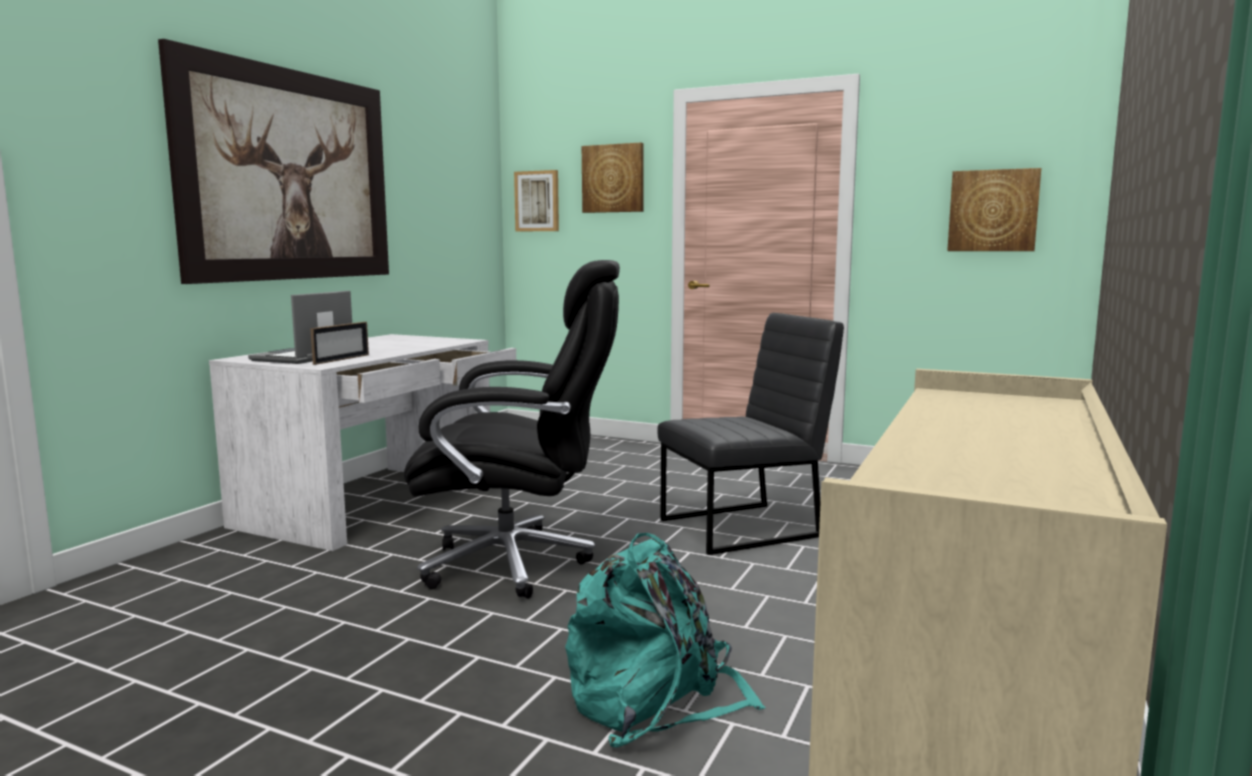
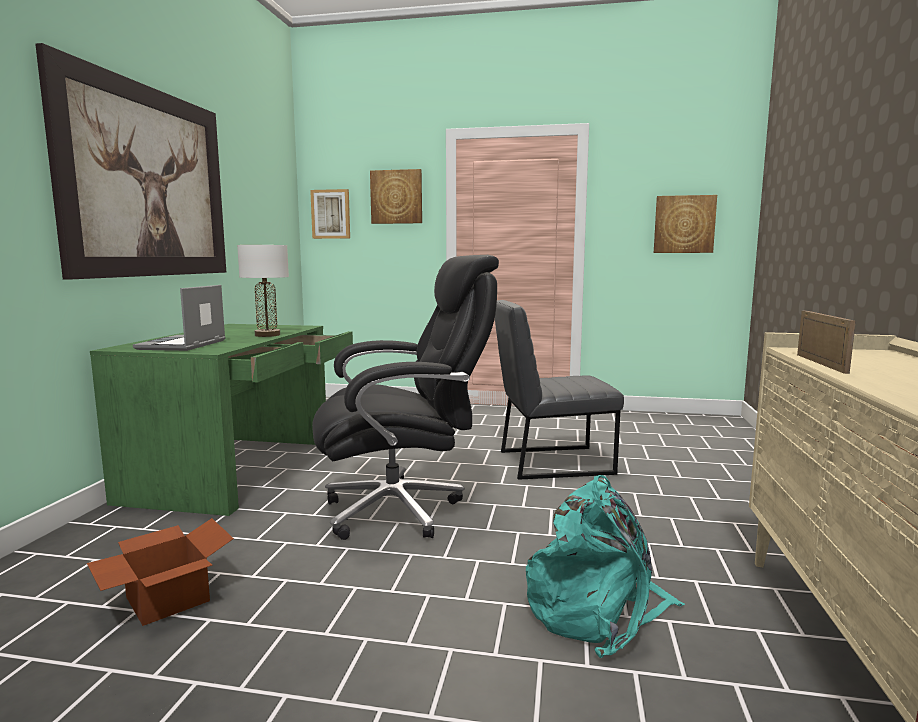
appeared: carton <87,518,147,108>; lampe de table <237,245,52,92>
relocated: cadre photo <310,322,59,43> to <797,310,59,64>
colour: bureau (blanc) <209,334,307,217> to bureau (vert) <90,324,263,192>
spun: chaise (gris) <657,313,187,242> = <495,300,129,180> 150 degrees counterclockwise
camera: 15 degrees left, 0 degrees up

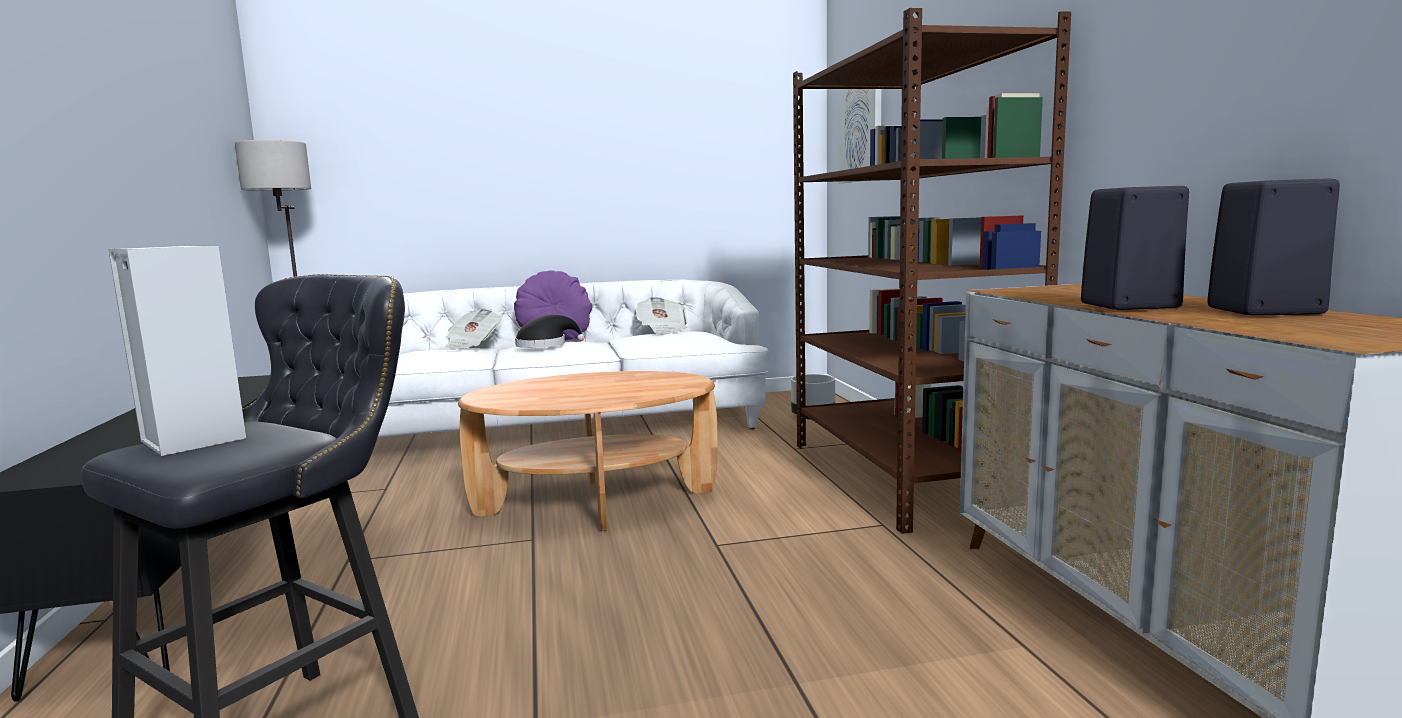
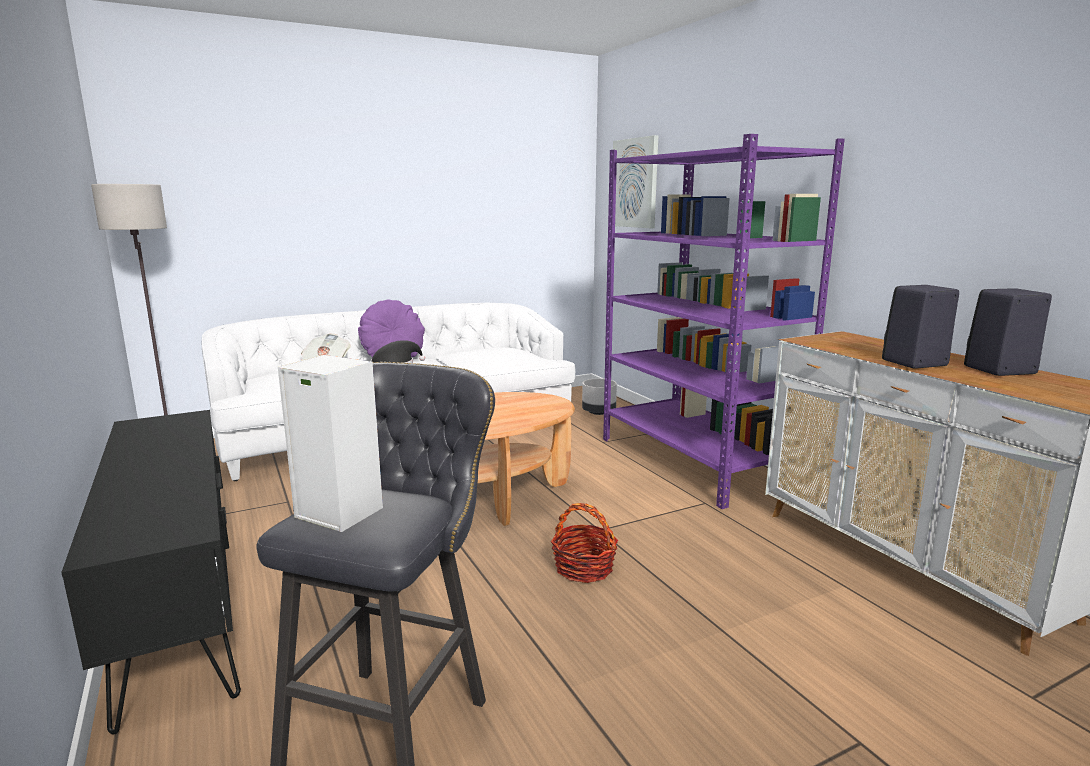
missing: journal <635,297,52,38>
appeared: panier <551,503,67,80>
colour: bibliothèque (marron) <793,8,278,526> to bibliothèque (violet) <603,134,242,375>
camera: 15 degrees left, 5 degrees up

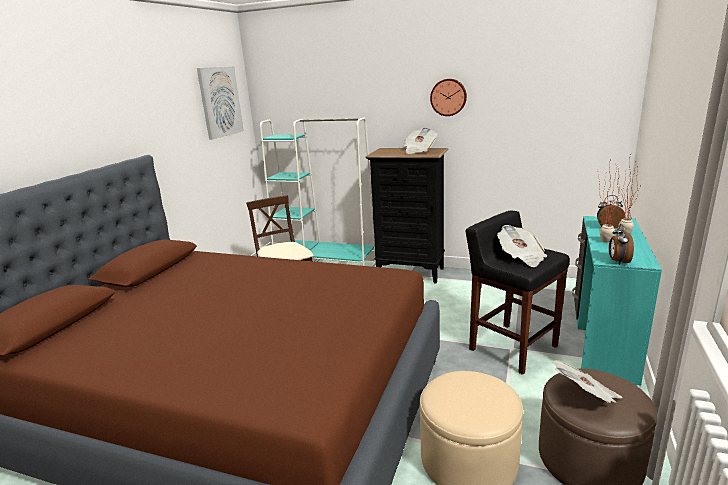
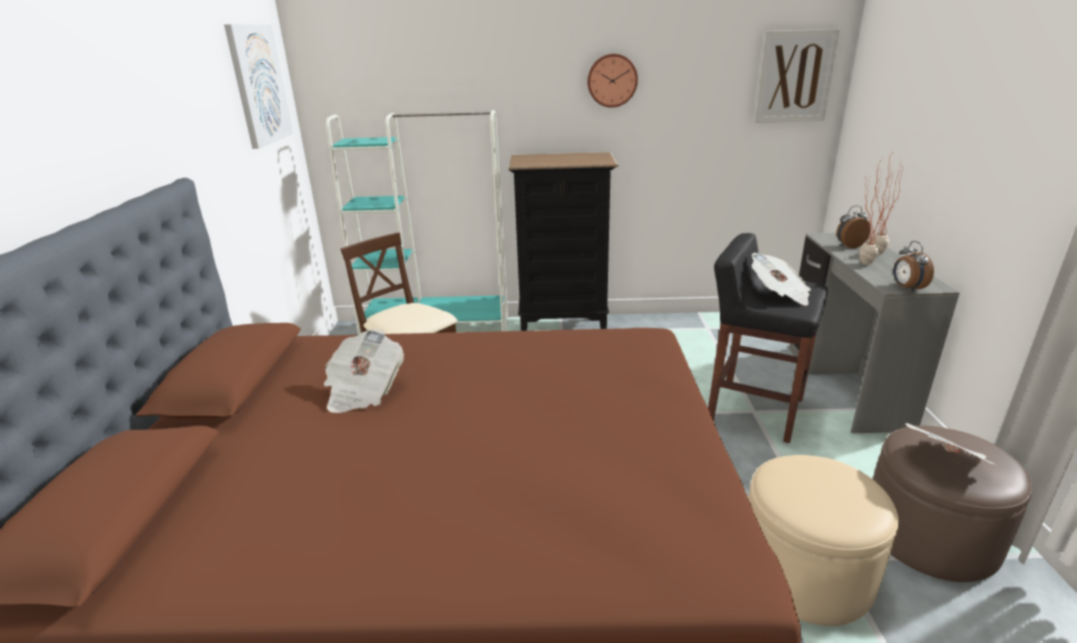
appeared: tableau <754,29,86,94>
relocated: journal <404,127,34,27> to <324,329,80,84>
colour: bureau (turquoise) <572,216,90,169> to bureau (gris) <789,233,170,201>
camera: 20 degrees left, 5 degrees up

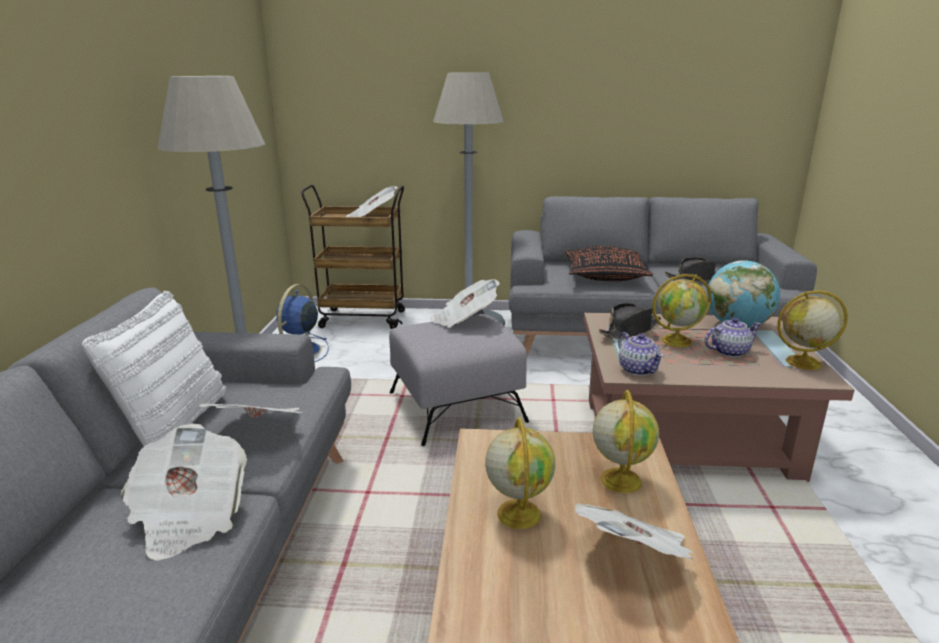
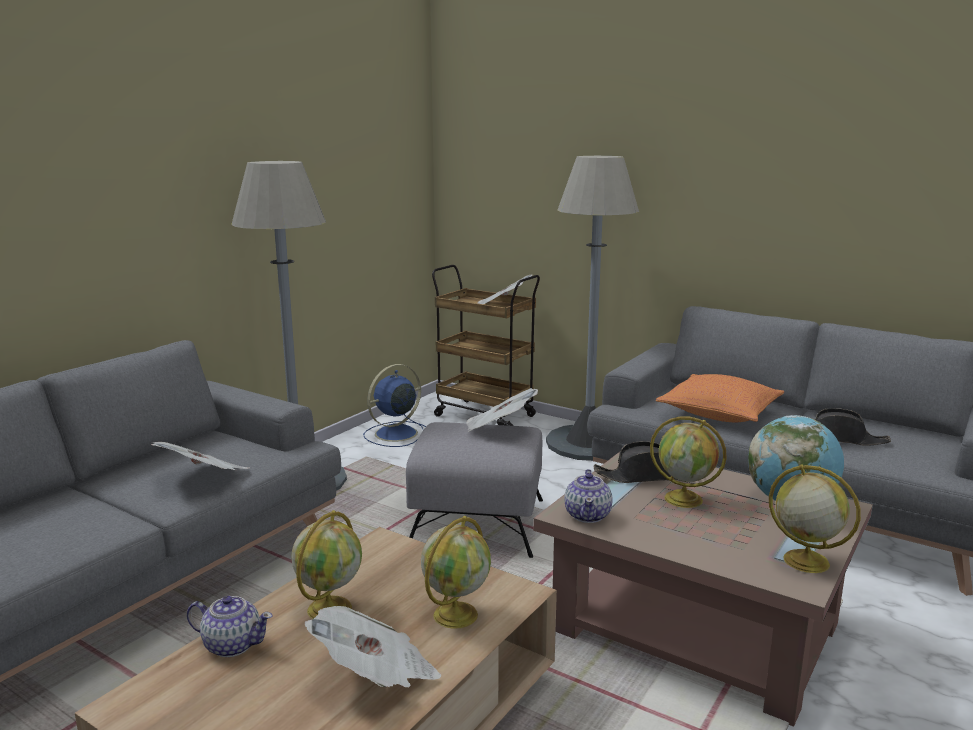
missing: coussin (blanc) <82,291,144,155>; journal <121,424,126,137>
relocated: théière <705,318,56,39> to <187,596,86,61>
colour: coussin (noir) <565,246,88,35> to coussin (orange) <656,374,129,48>
camera: 30 degrees right, 5 degrees down

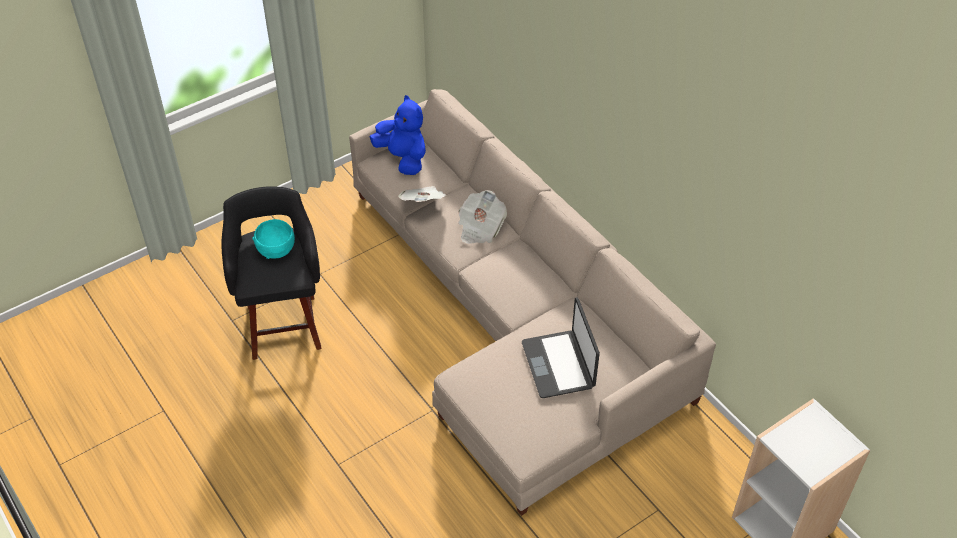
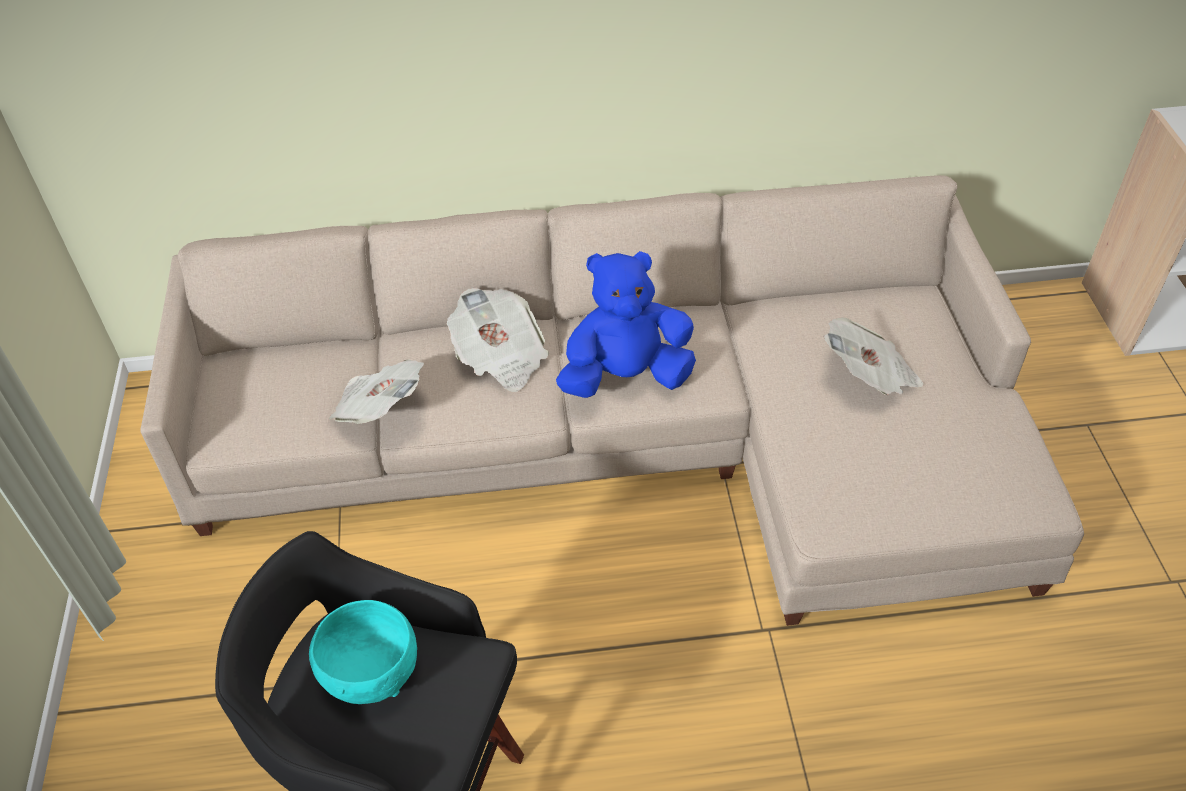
relocated: peluche (bleu) <370,95,56,80> to <556,251,140,147>
exchanged: ordinateur portable <522,297,78,101> to journal <823,317,101,78>
camera: 60 degrees left, 0 degrees up

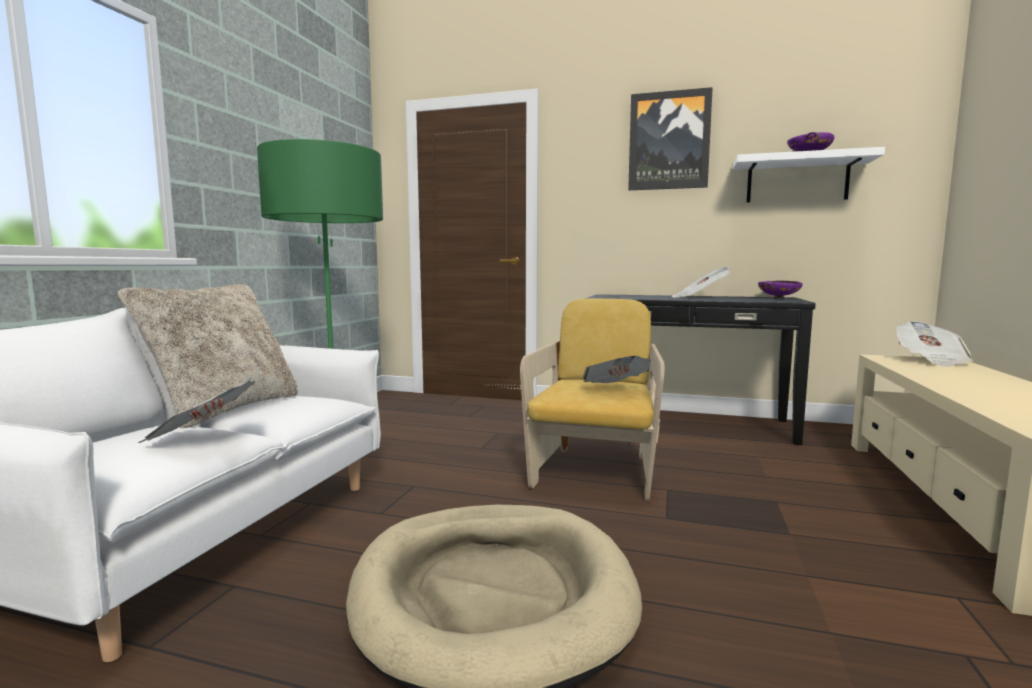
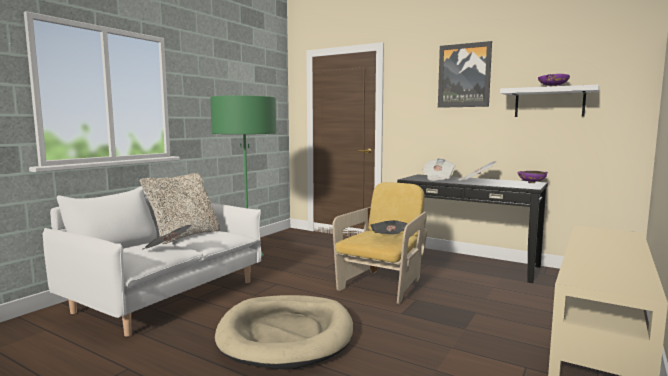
relocated: journal <896,321,77,46> to <422,158,34,23>
camera: 15 degrees right, 0 degrees up

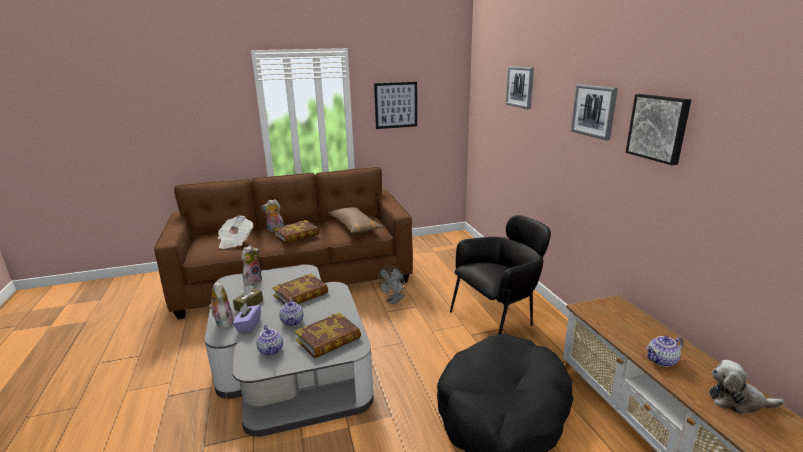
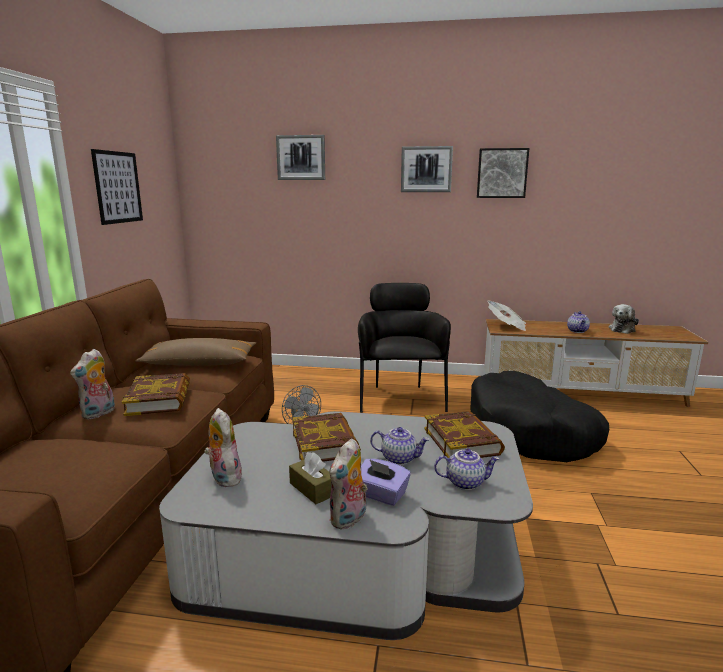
relocated: journal <218,216,36,33> to <488,300,38,31>
spun: peluche <209,281,25,47> = <329,438,39,92> 60 degrees counterclockwise
camera: 65 degrees left, 5 degrees down

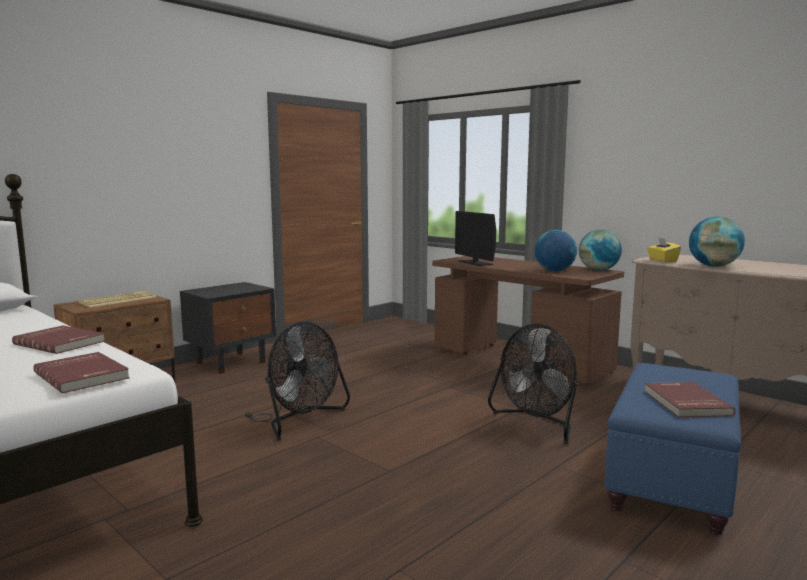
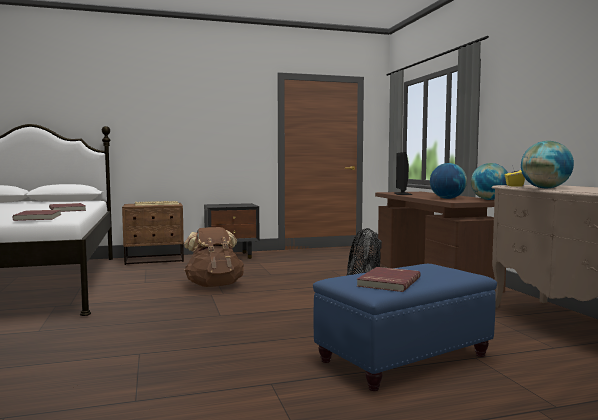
exchanged: ventilateur (noir) <245,322,105,119> to sac à dos (marron) <184,227,60,60>
camera: 30 degrees right, 5 degrees down

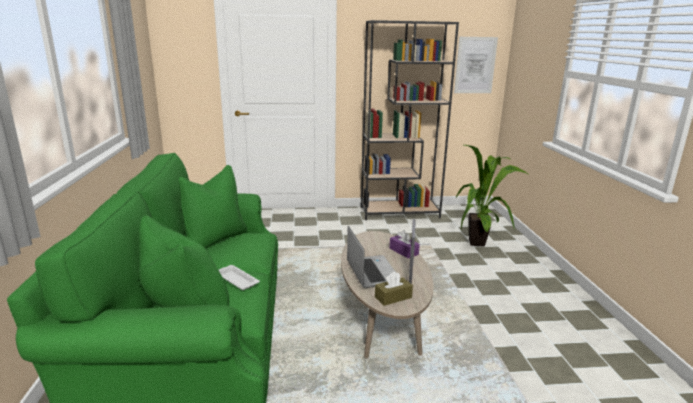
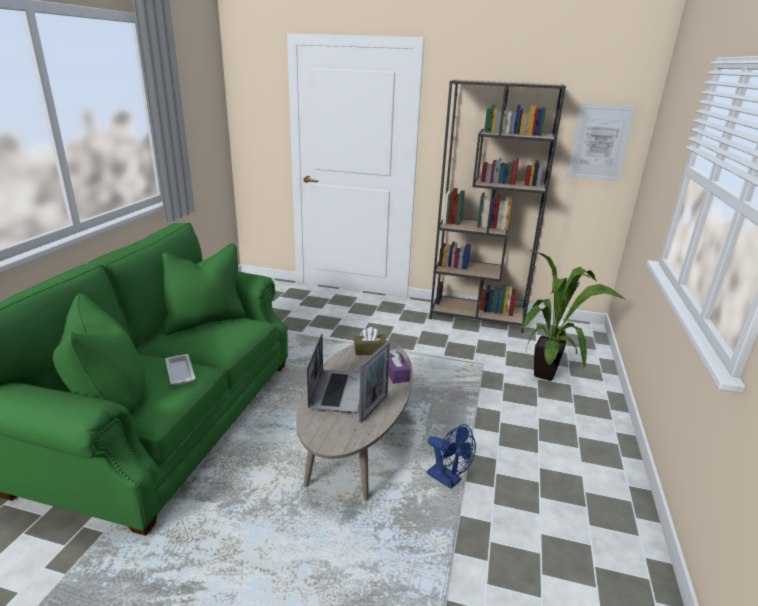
appeared: ventilateur (bleu) <427,424,49,65>
relocated: boîte à mouchoirs (marron) <375,271,38,35> to <354,327,33,28>
camera: 20 degrees right, 5 degrees up

